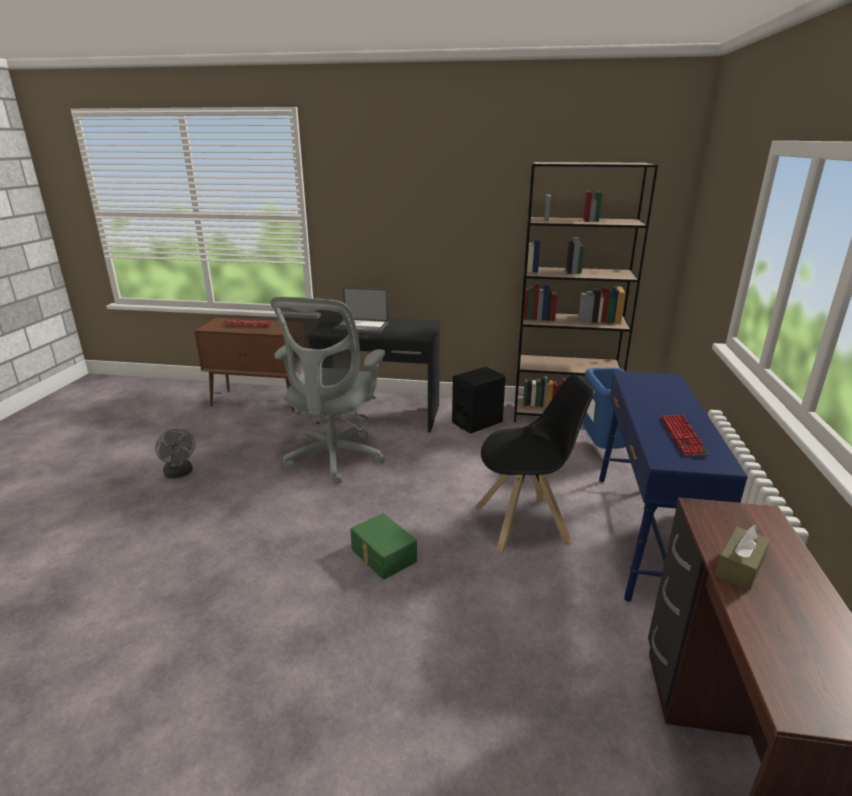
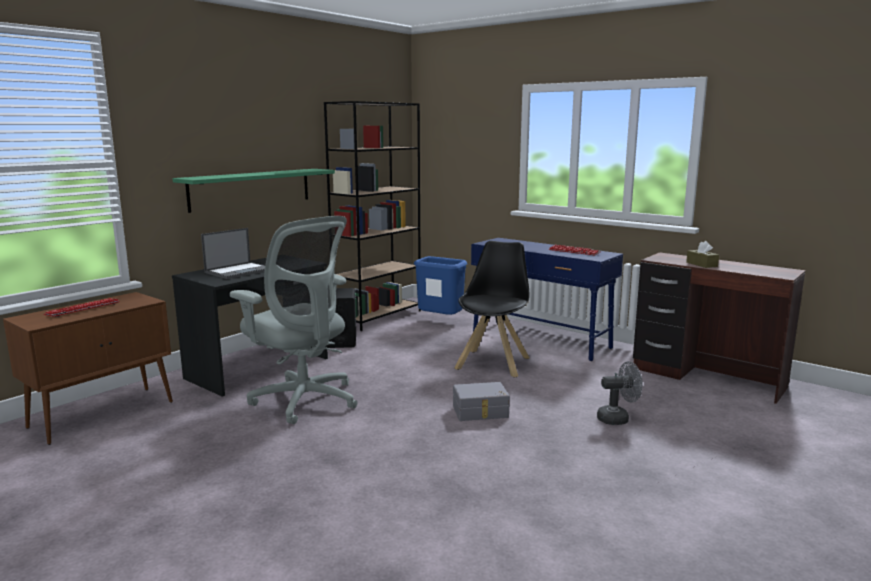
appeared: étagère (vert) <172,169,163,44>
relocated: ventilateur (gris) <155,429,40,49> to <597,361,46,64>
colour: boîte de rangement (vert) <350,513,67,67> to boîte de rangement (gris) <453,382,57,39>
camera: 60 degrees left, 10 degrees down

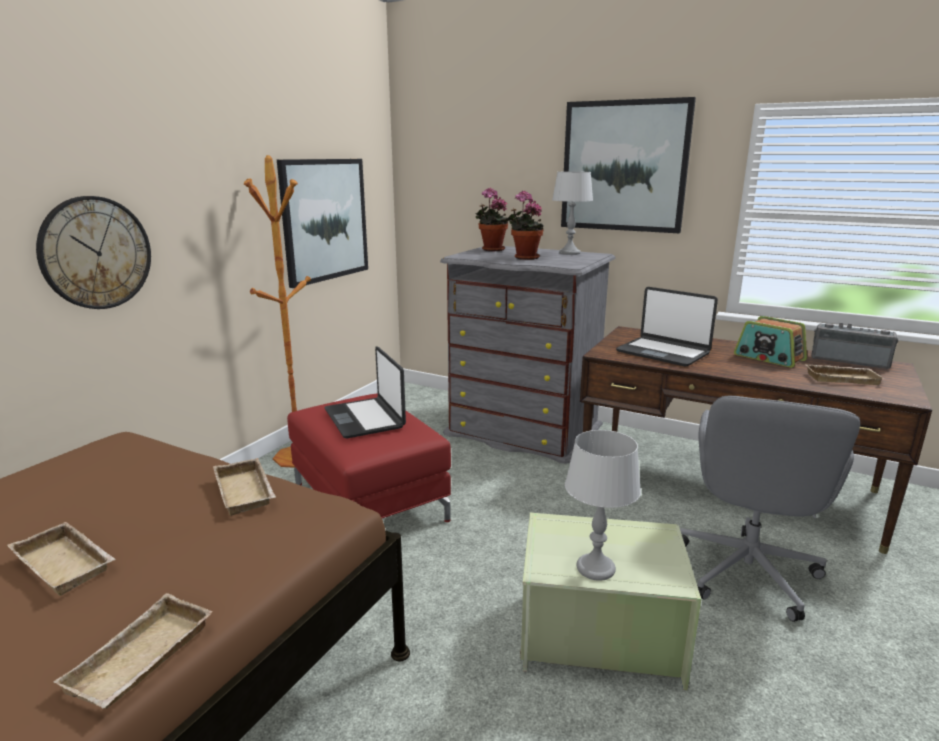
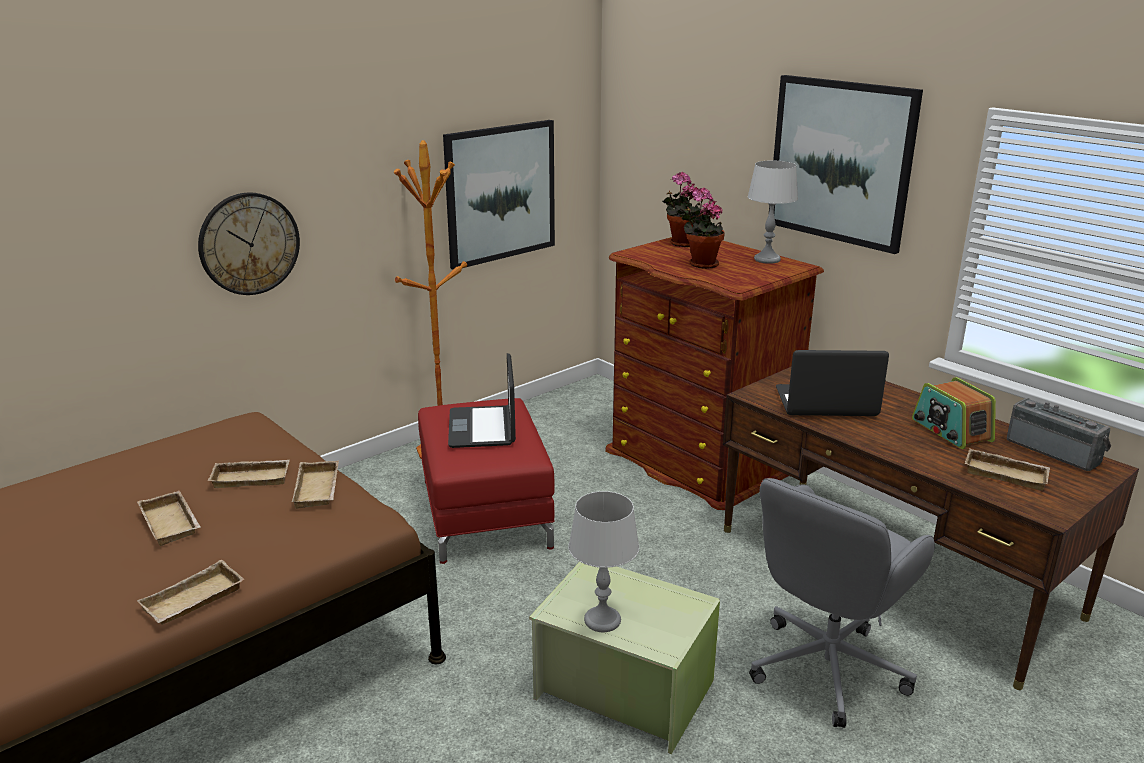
appeared: plateau (beige) <208,460,82,28>
colour: commode (gris) <440,246,176,218> to commode (marron) <605,237,219,273>
spun: ordinateur portable <616,287,102,80> = <776,350,113,66> 120 degrees clockwise
camera: 20 degrees right, 5 degrees up

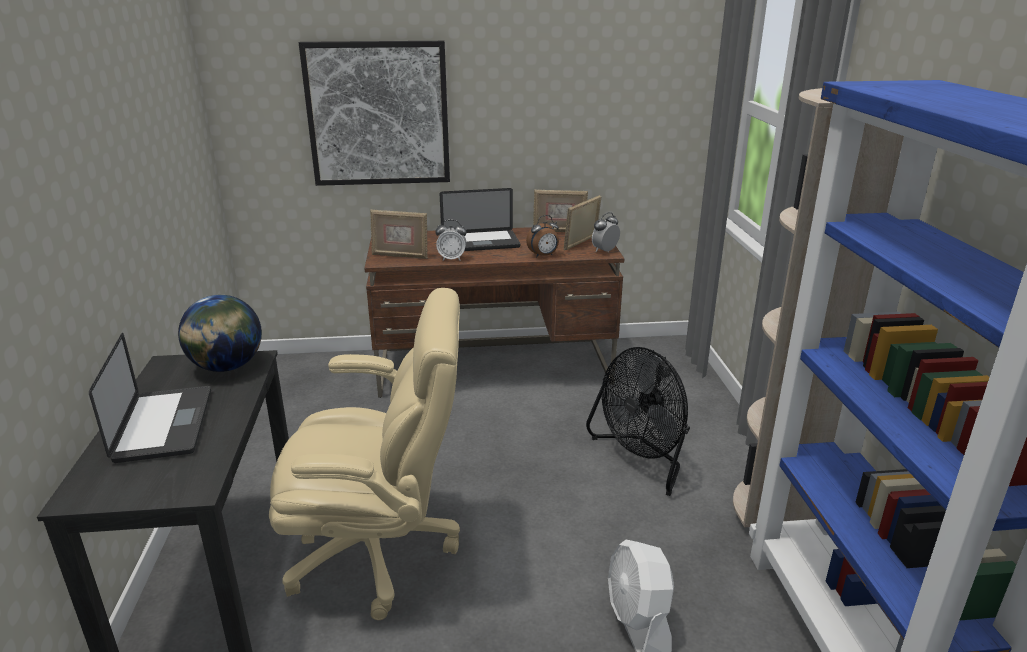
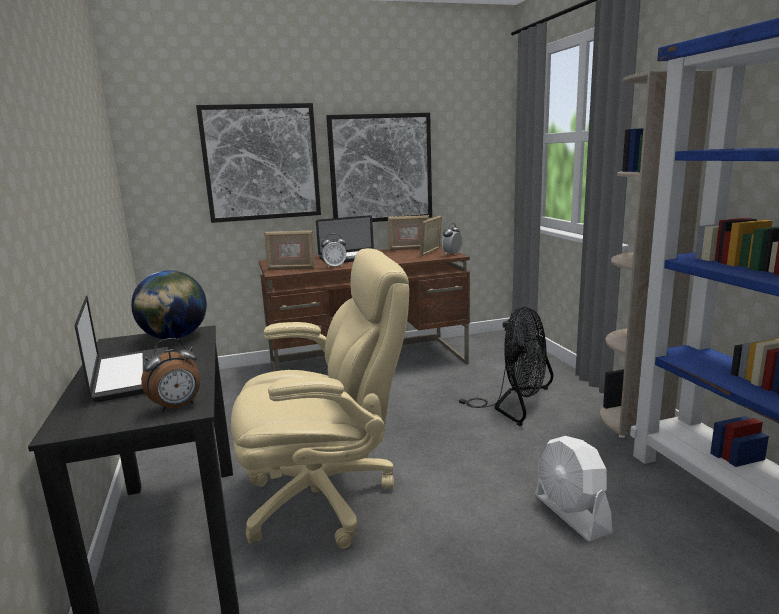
appeared: tableau <326,113,106,109>
relocated: réveil <526,215,33,42> to <141,338,59,74>
spun: ventilateur (noir) <586,347,104,149> = <458,307,95,119> 105 degrees counterclockwise
camera: 10 degrees left, 10 degrees down

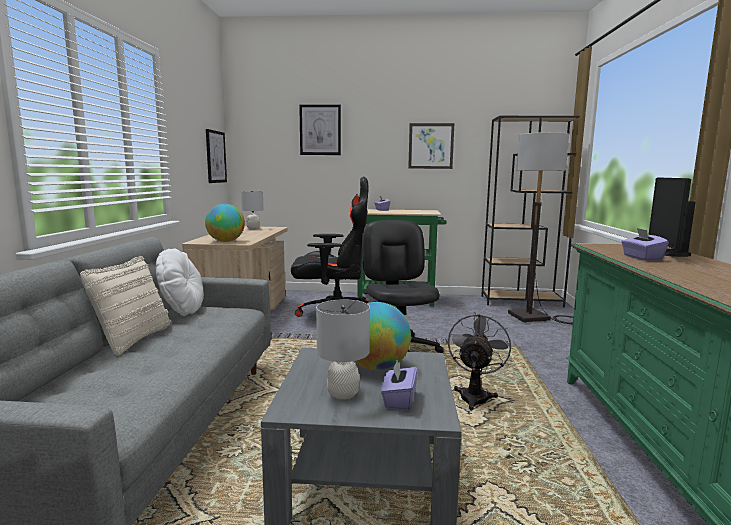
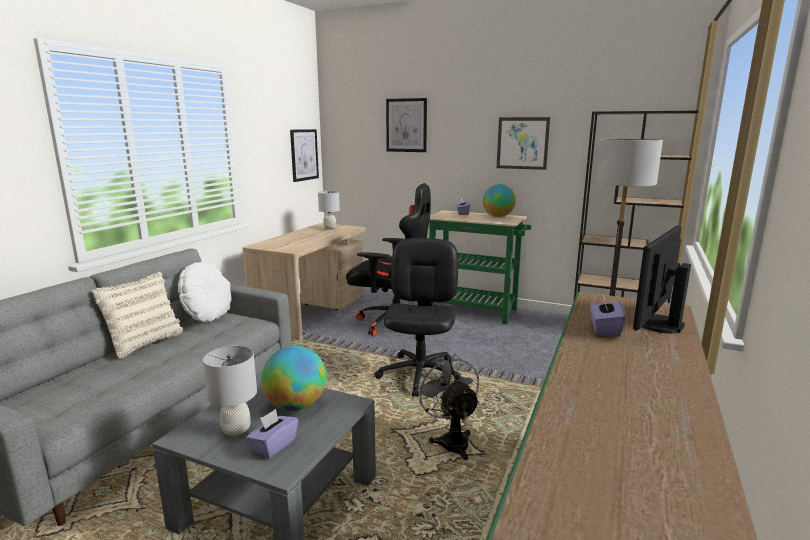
relocated: globe <205,204,40,38> to <483,184,33,33>
spun: ventilateur (gris) <448,312,63,98> = <415,354,64,106> 60 degrees counterclockwise
camera: 20 degrees right, 5 degrees up

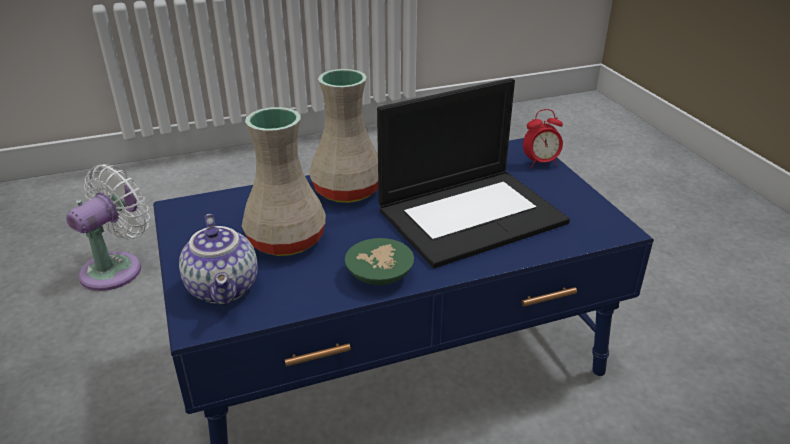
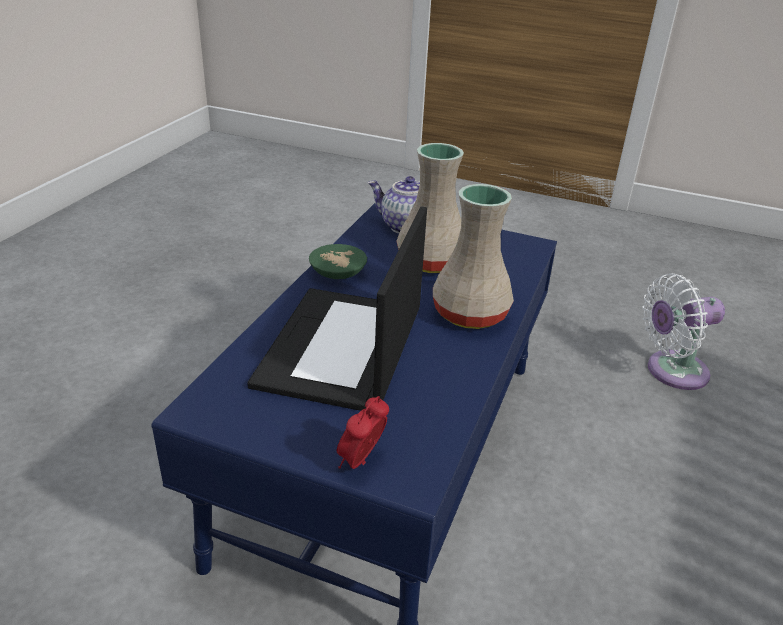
spun: ventilateur (blanc) <66,164,84,127> = <642,273,83,117> 90 degrees clockwise
camera: 130 degrees right, 0 degrees up

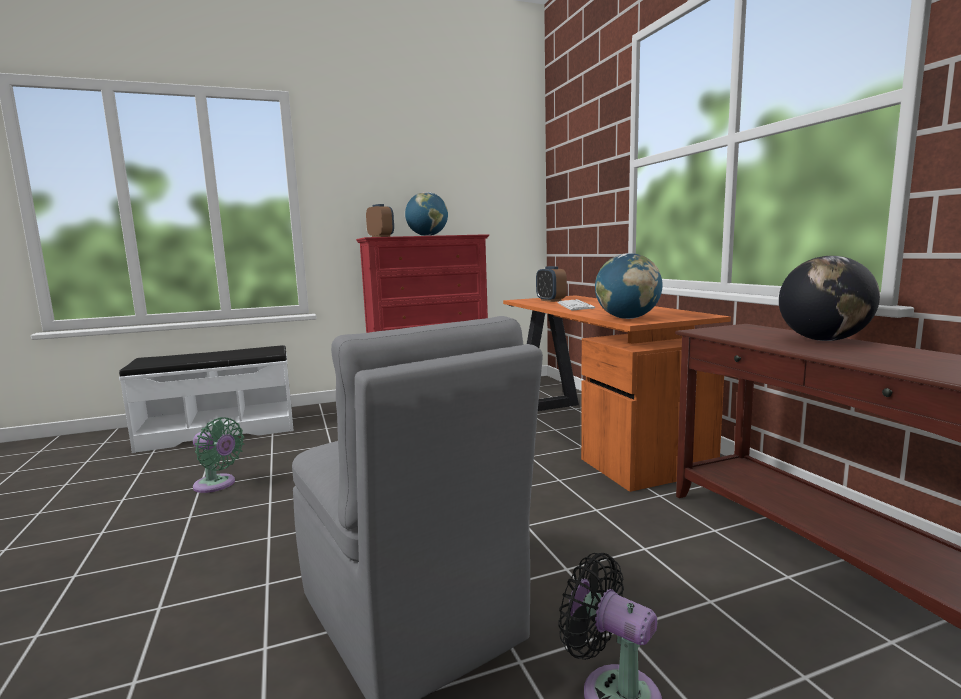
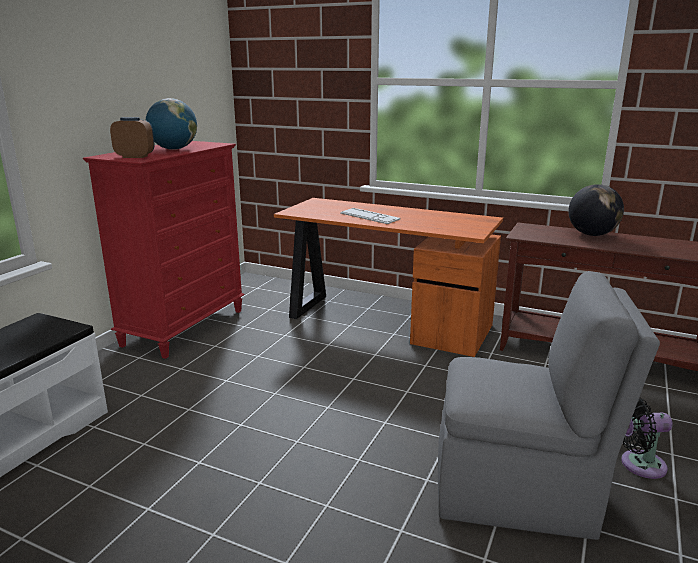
missing: ventilateur (vert) <193,417,51,76>; réveil <536,266,31,36>; globe <595,253,67,66>
camera: 45 degrees left, 10 degrees up

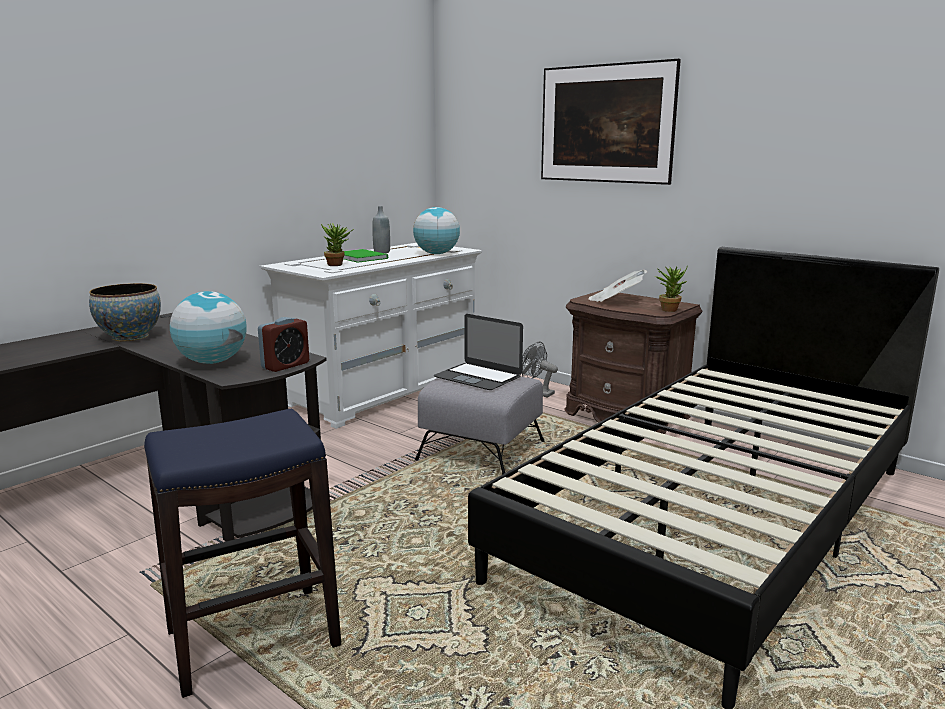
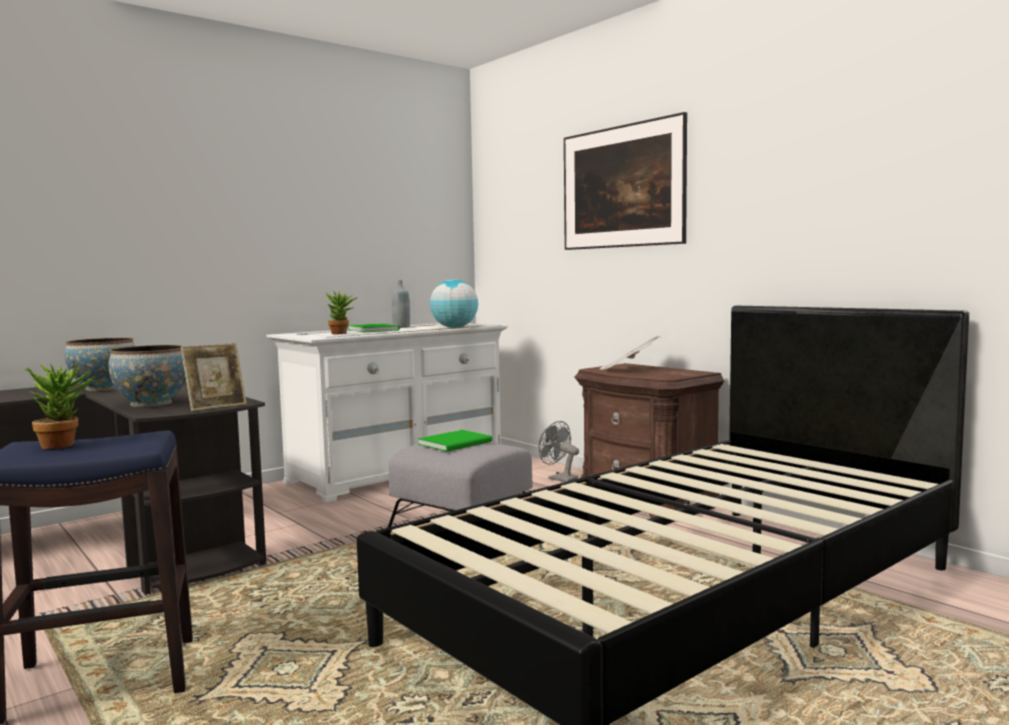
relocated: plante en pot <655,265,33,47> to <22,362,74,87>
exchanged: globe <170,291,77,73> to bol <109,345,77,62>; réveil <258,317,51,55> to cadre photo <181,343,66,68>; ordinateur portable <434,314,89,76> to livre (vert) <418,430,74,22>
camera: 10 degrees right, 10 degrees down

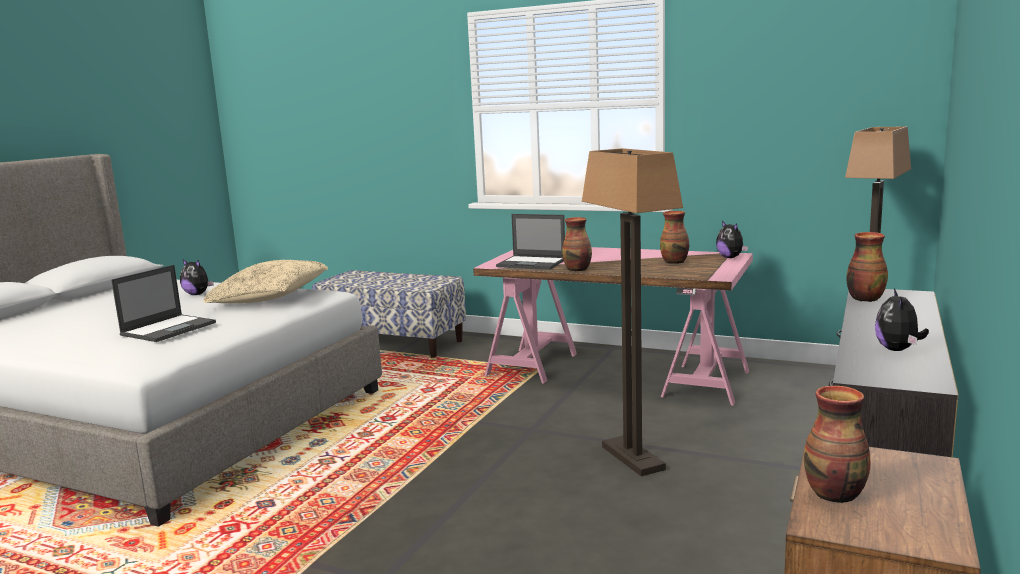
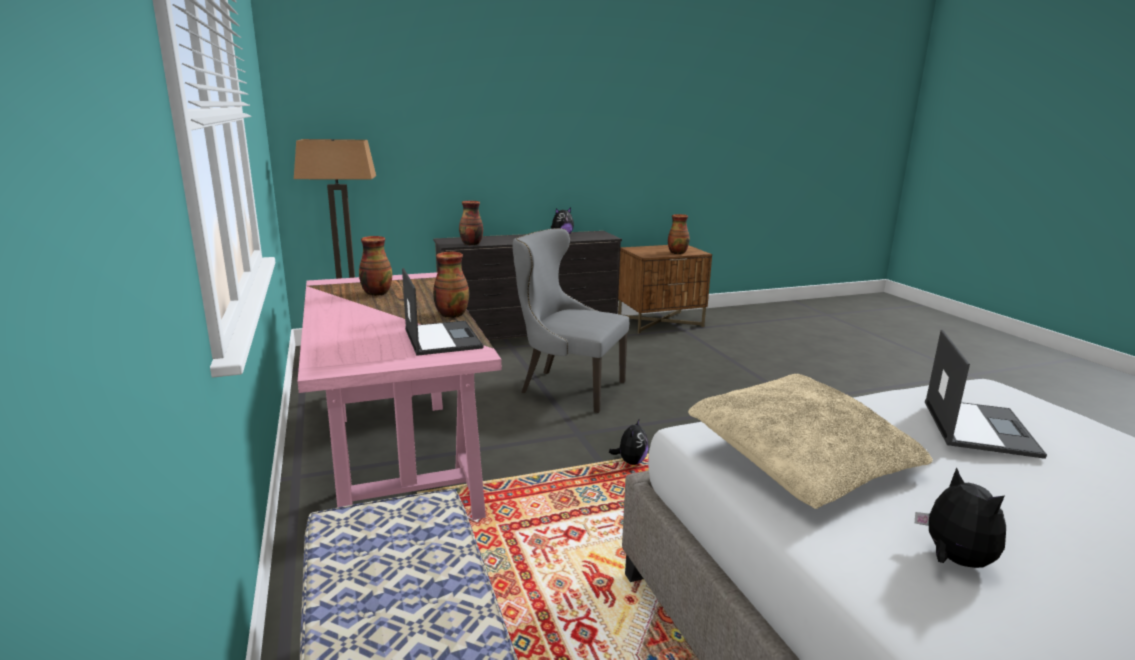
relocated: peluche <716,221,32,37> to <609,418,40,47>
exchanged: lampadaire <582,148,101,328> to chaise (gris) <513,228,116,185>
spun: ordinateur portable <111,265,105,77> = <925,330,122,129> 120 degrees clockwise
camera: 135 degrees left, 5 degrees up

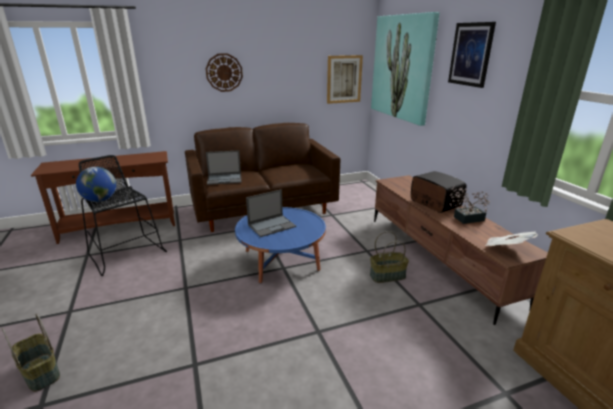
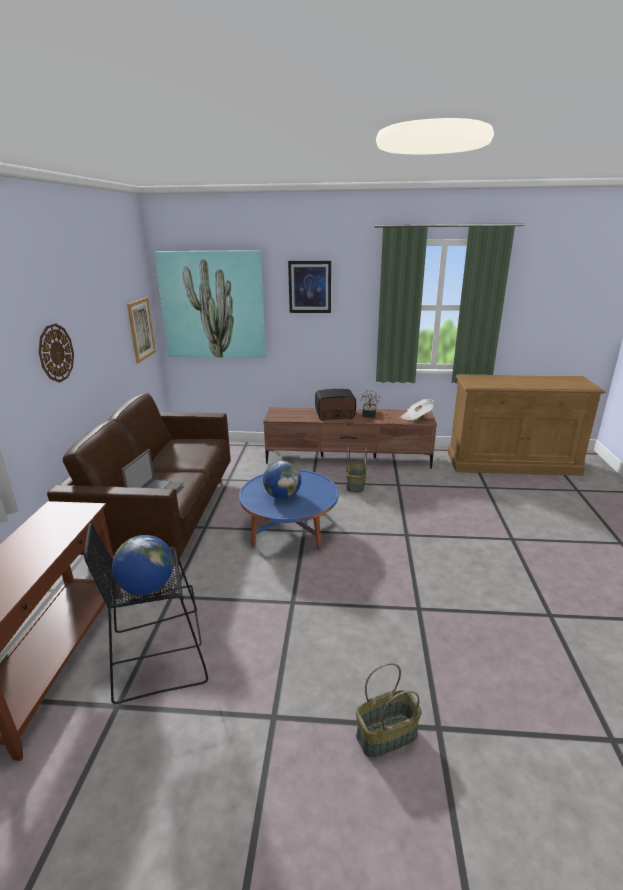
exchanged: ordinateur portable <246,189,50,48> to globe <263,461,38,38>
camera: 65 degrees left, 0 degrees up

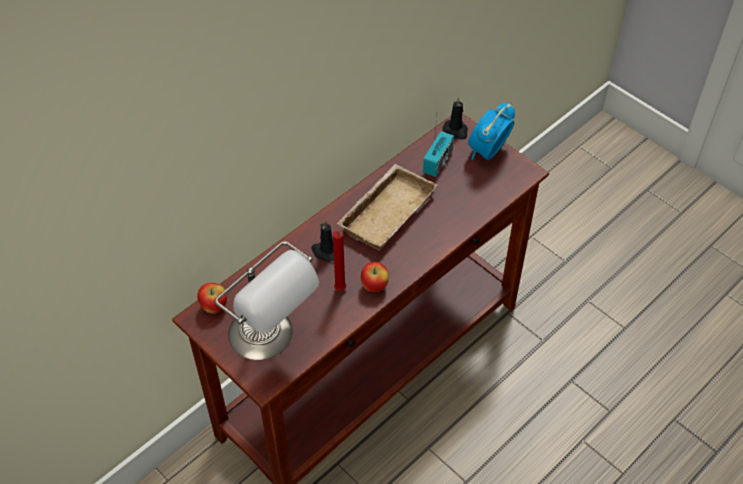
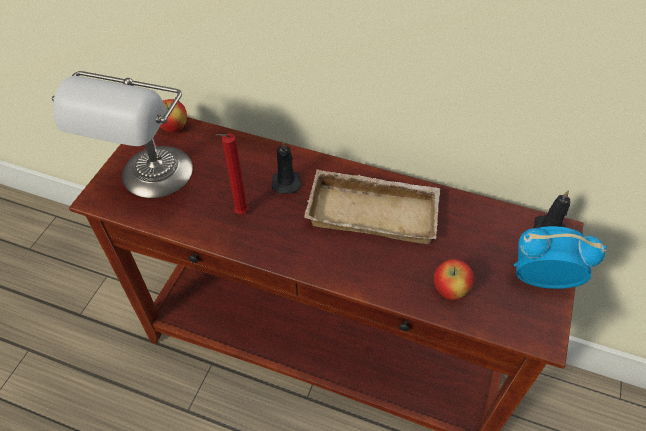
missing: radio <423,115,31,62>
relocated: pomme <361,262,28,30> to <434,259,40,41>
camera: 65 degrees right, 0 degrees up

